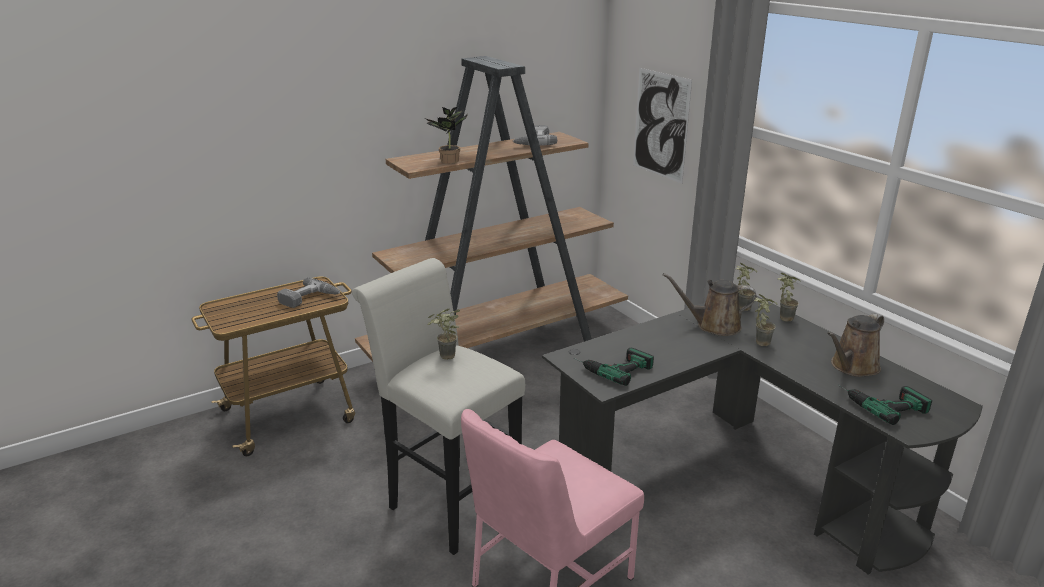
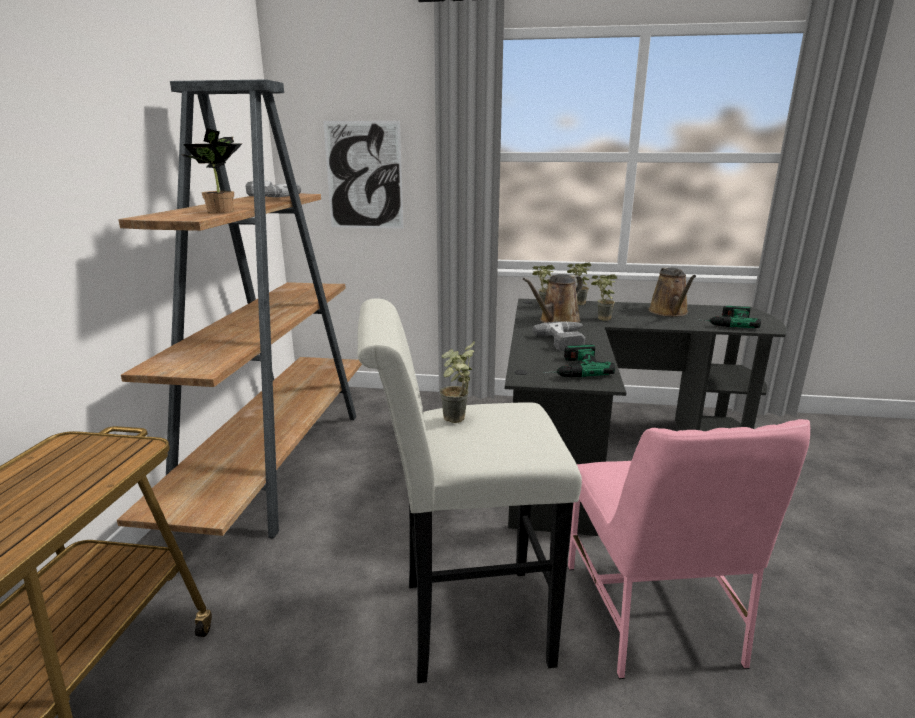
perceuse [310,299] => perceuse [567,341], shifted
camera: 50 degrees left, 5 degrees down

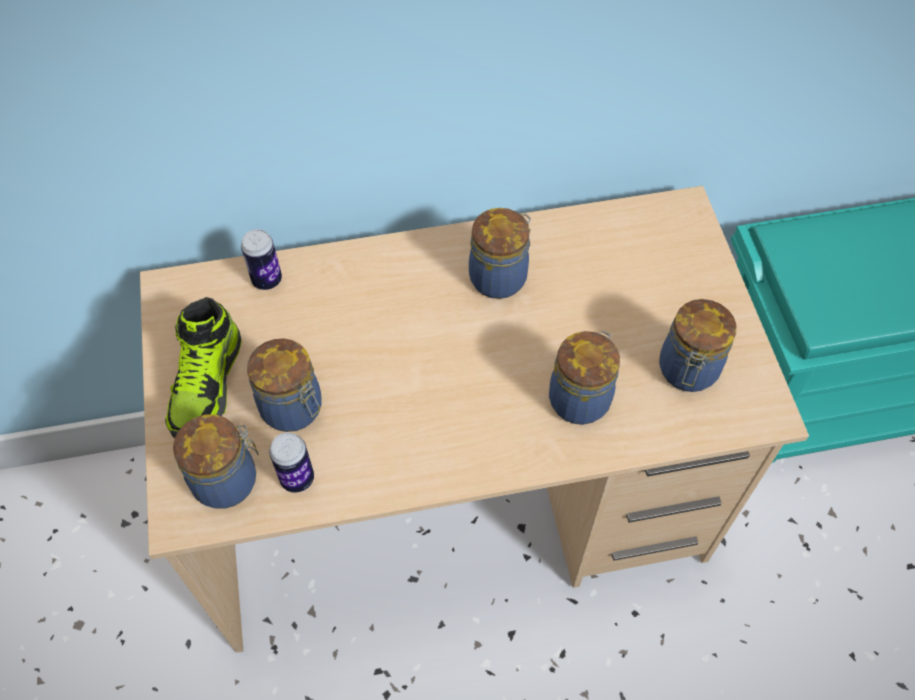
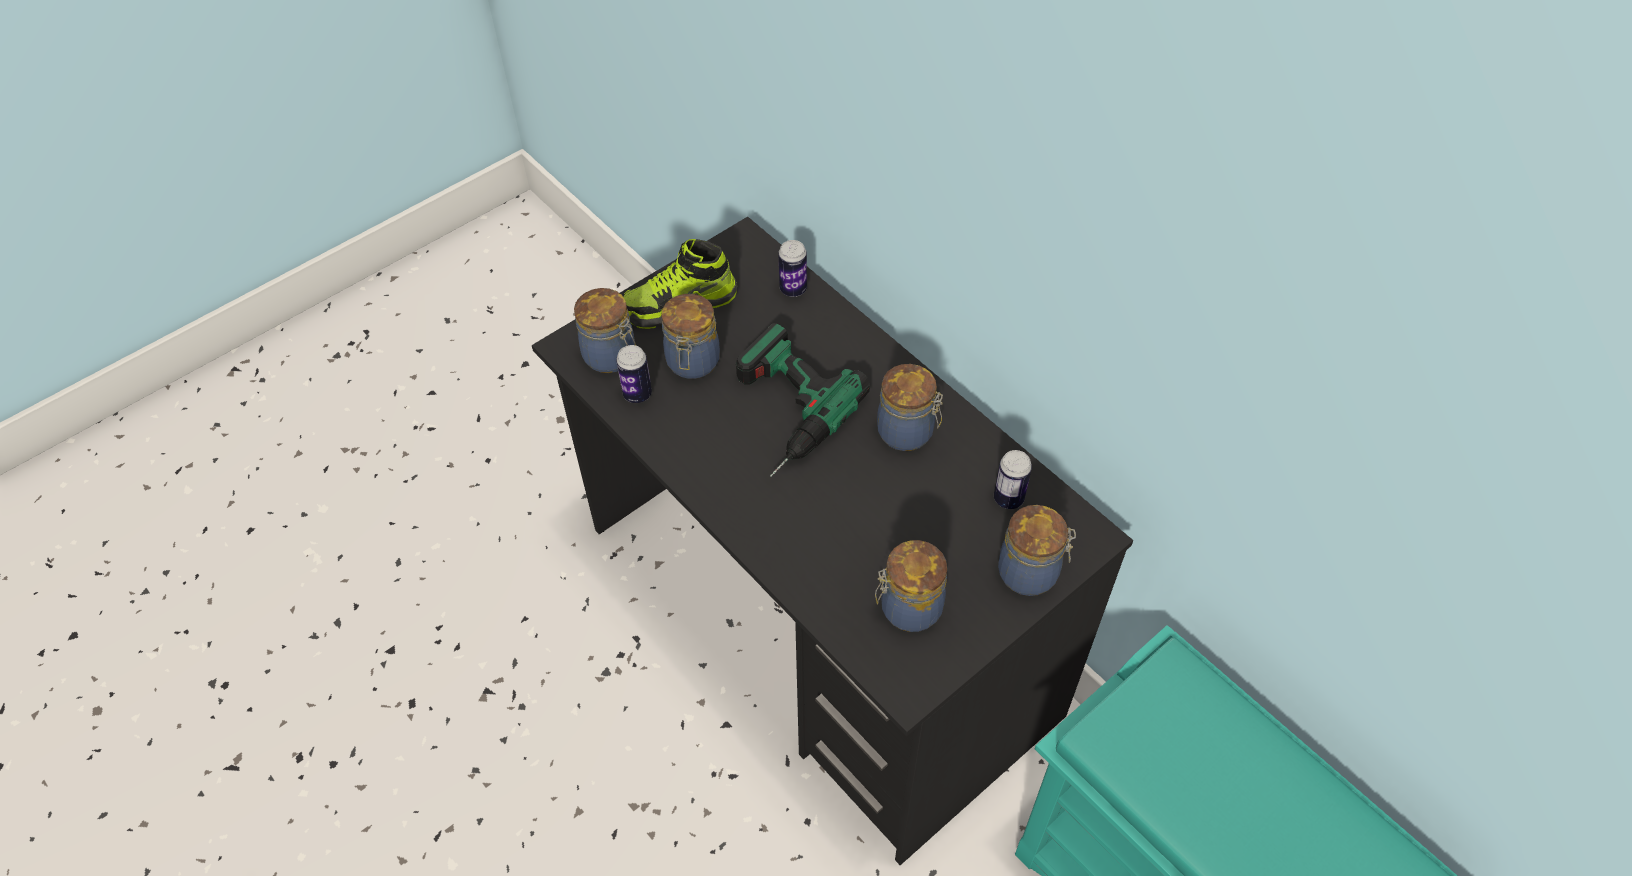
bureau (beige) [457,505] => bureau (noir) [819,621]
bocal [580,397] => bocal [1030,573], shifted
nothing => perceuse [780,412]
nothing => boîte métallique [1008,499]
camera: 60 degrees right, 5 degrees down

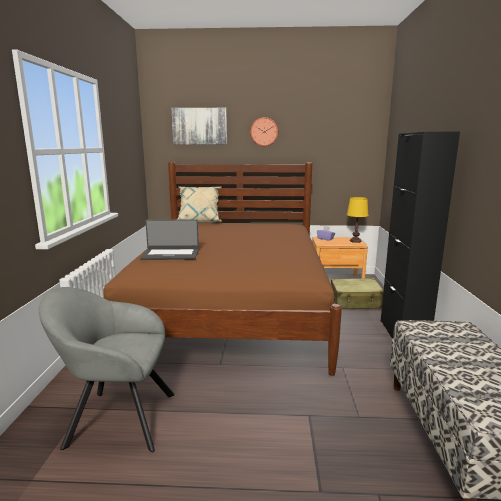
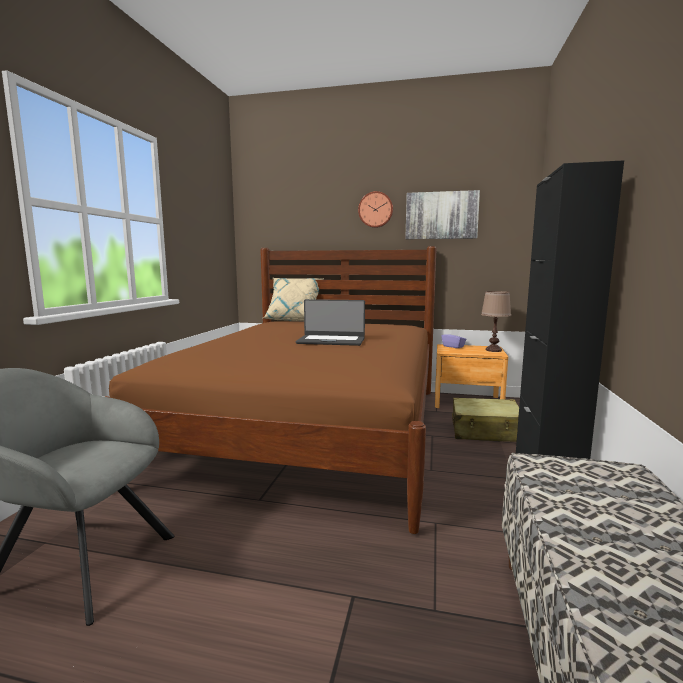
ordinateur portable [170,254] => ordinateur portable [331,341], shifted
tableau [200,126] => tableau [441,215], shifted
lampe de table (jaune) [355,241] => lampe de table (marron) [493,350]
camera: 10 degrees right, 5 degrees down

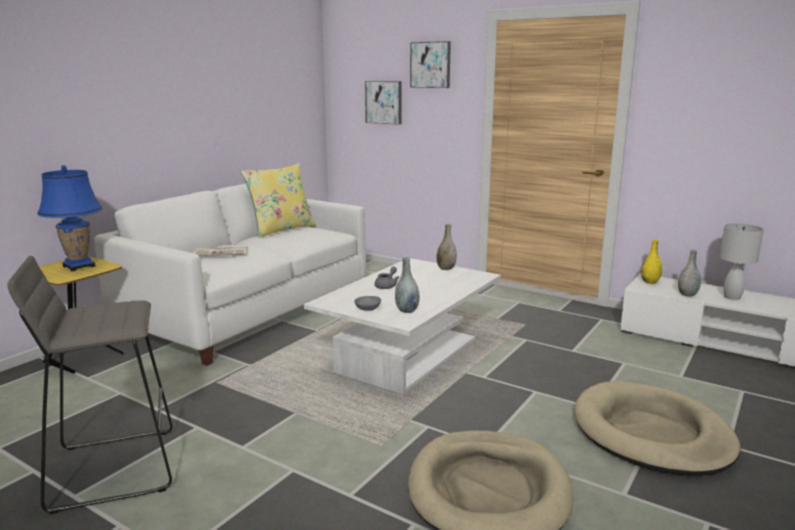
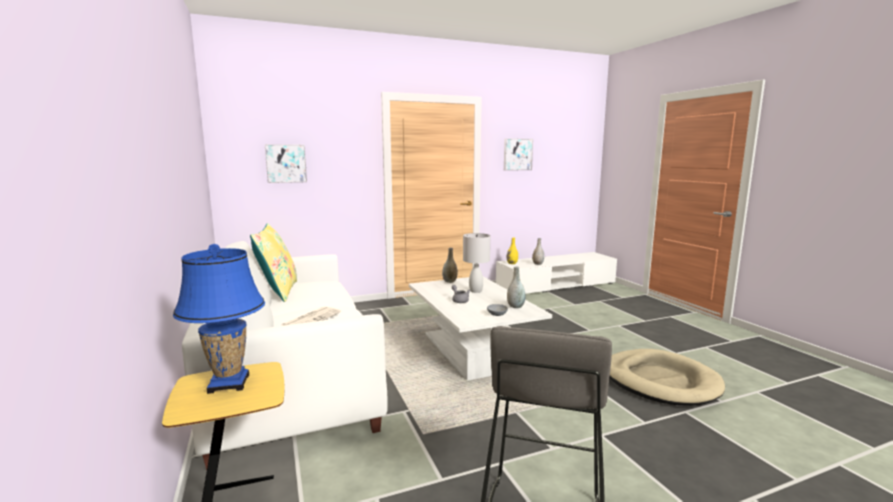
tableau [430,65] => tableau [517,154], shifted
panier pour chien (beige) [651,434] => nothing
lampe de table (blanc) [731,297] => lampe de table (blanc) [475,291], shifted
camera: 55 degrees left, 5 degrees down

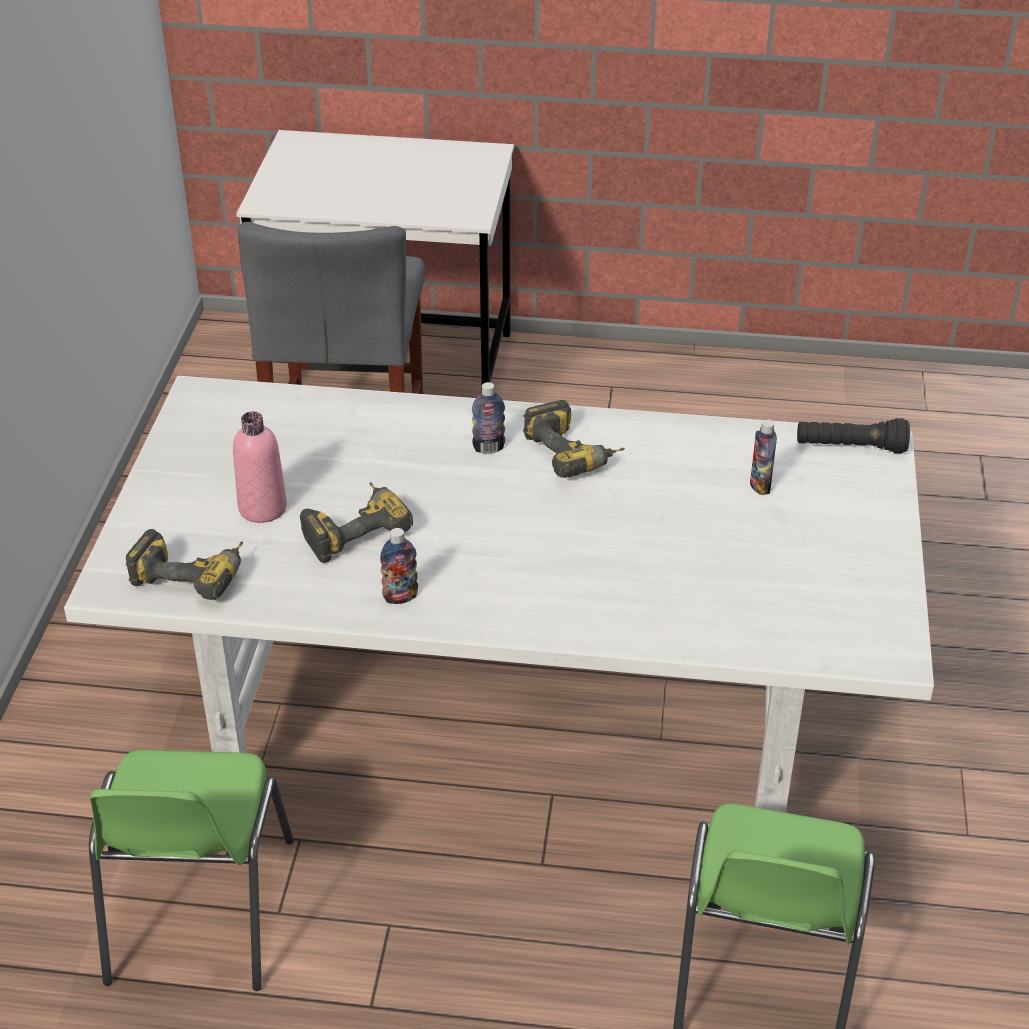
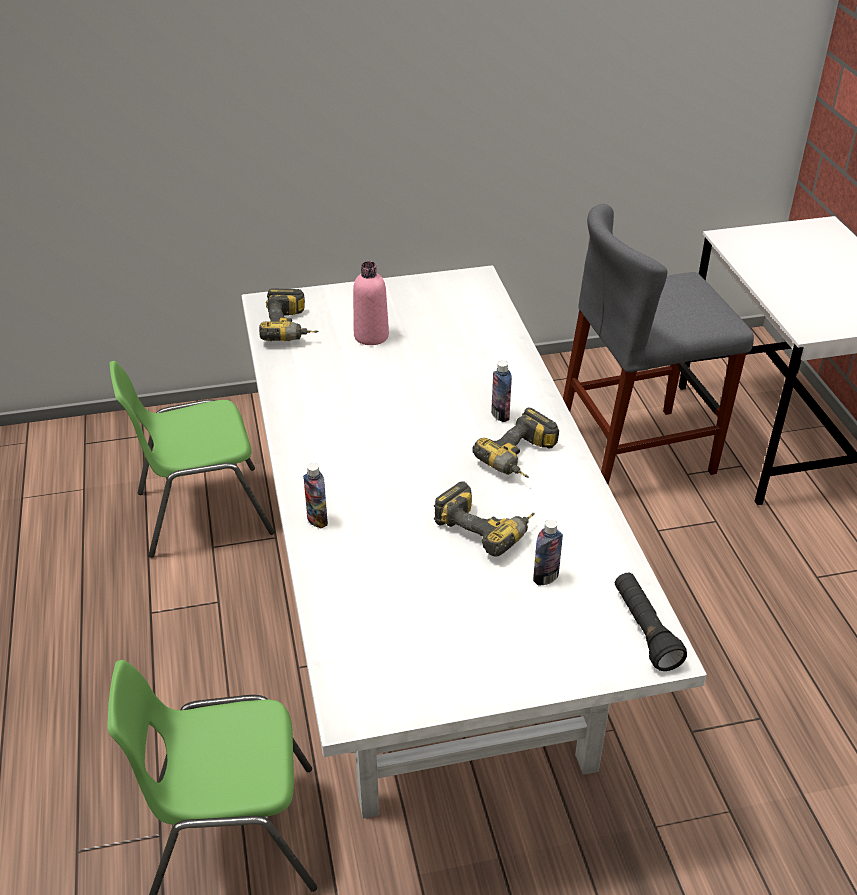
perceuse [354,529] => perceuse [486,527], shifted
bouteille [400,597] => bouteille [317,520], shifted
camera: 70 degrees right, 0 degrees up

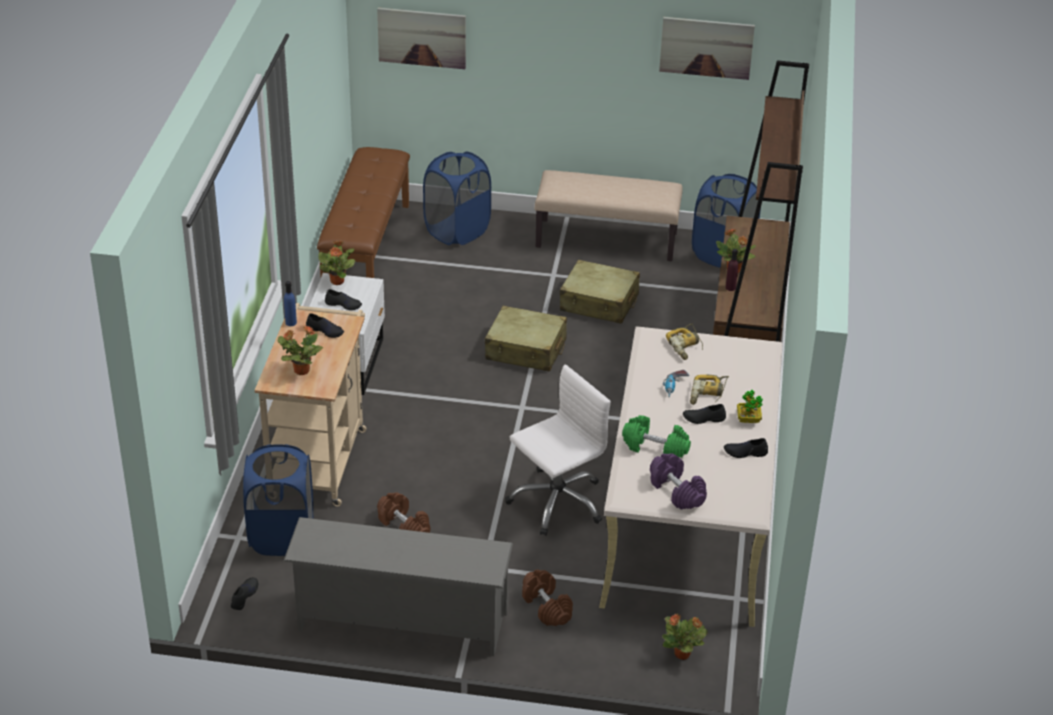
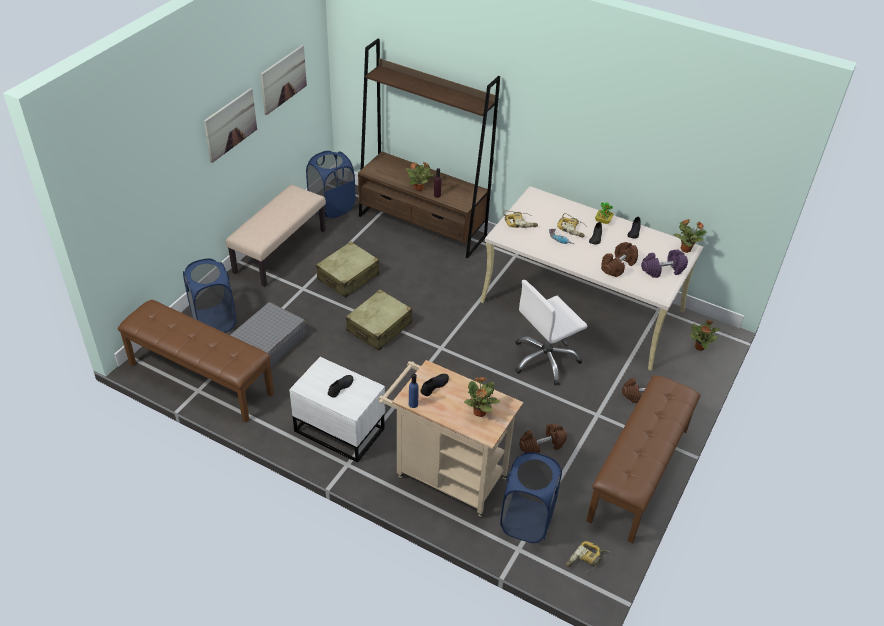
chaussure (noir) [244,596] => perceuse [586,561]
étagère à chaussures (gris) [400,623] => banc (marron) [639,474]
plante en pot [337,281] => plante en pot [685,249], shifted
tableau [422,37] => tableau [230,124], shifted
chaise de bureau (blanc) [556,501] => chaise de bureau (blanc) [545,360], 105 degrees counterclockwise
haltère (vert) [655,448] => haltère (marron) [618,266]
nothing => valise (gris) [268,343]
camera: 70 degrees left, 5 degrees up

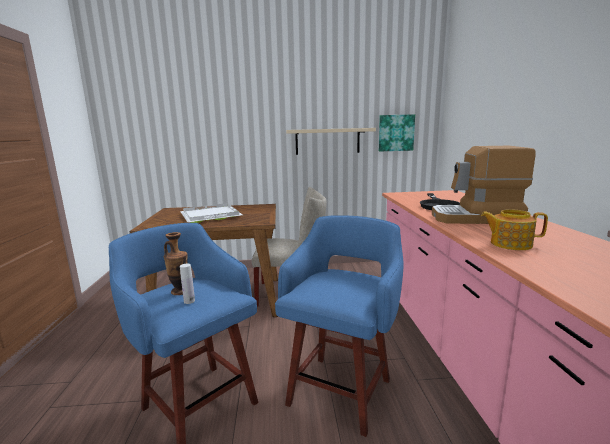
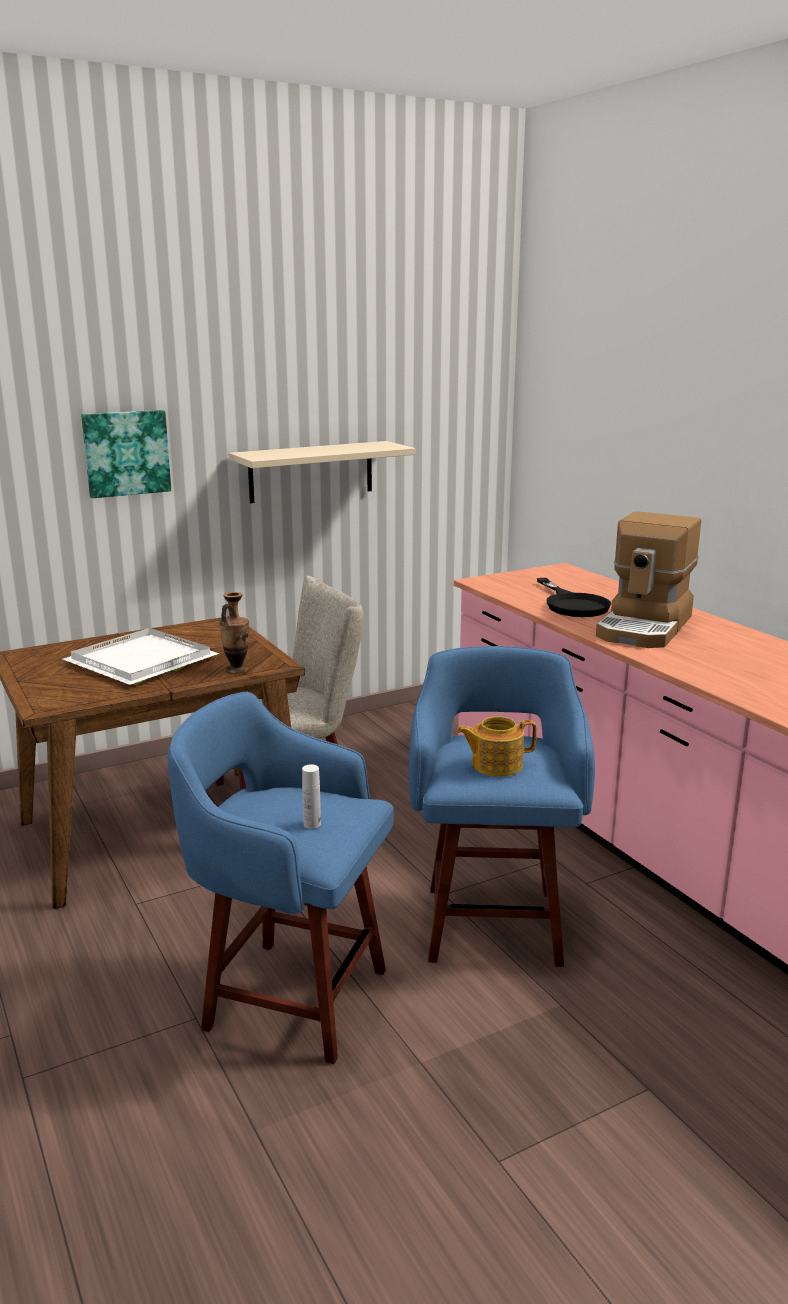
vase [180,291] => vase [236,670], shifted
tableau [395,133] => tableau [126,453], shifted
machine à café [476,218] => machine à café [645,627], 45 degrees counterclockwise
théière [509,244] => théière [495,765], shifted
camera: 25 degrees left, 5 degrees up

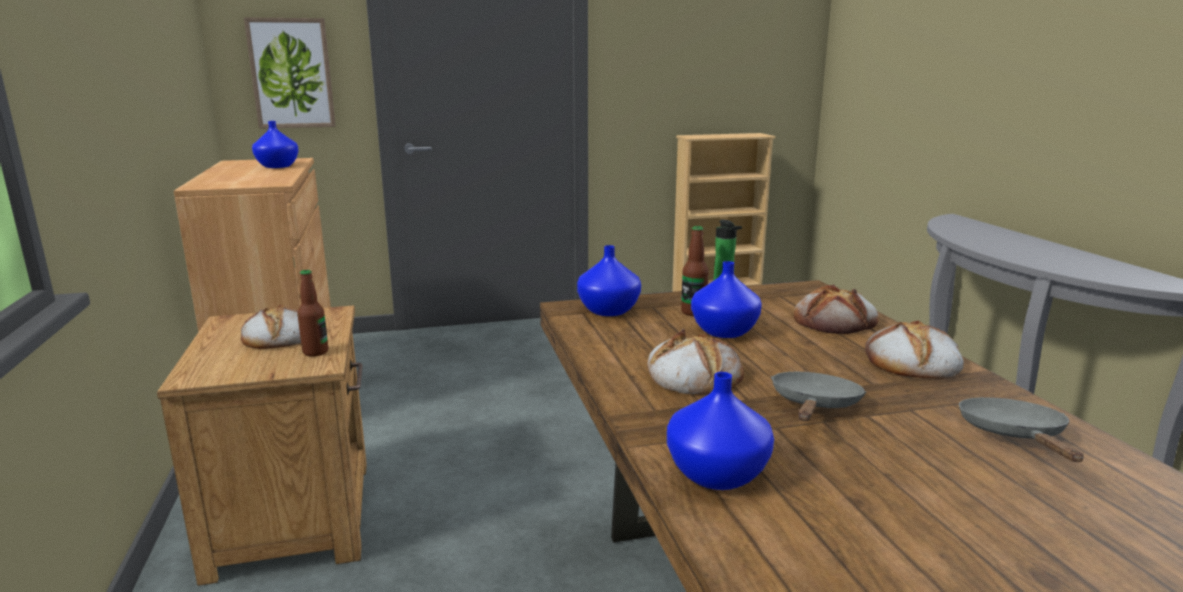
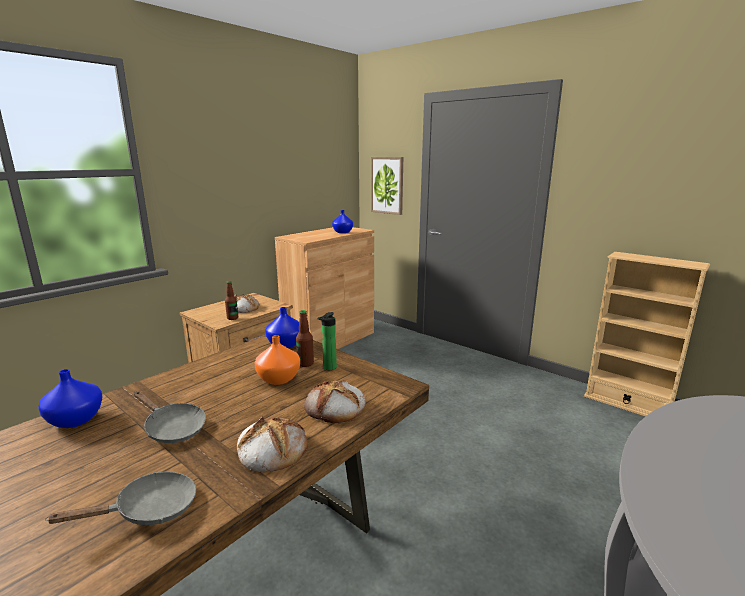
pain [692,374] => nothing
vase (bleu) [724,332] => vase (orange) [277,379]
poêle (gris) [814,406] => poêle (gris) [172,428], 45 degrees clockwise
camera: 55 degrees right, 0 degrees up

